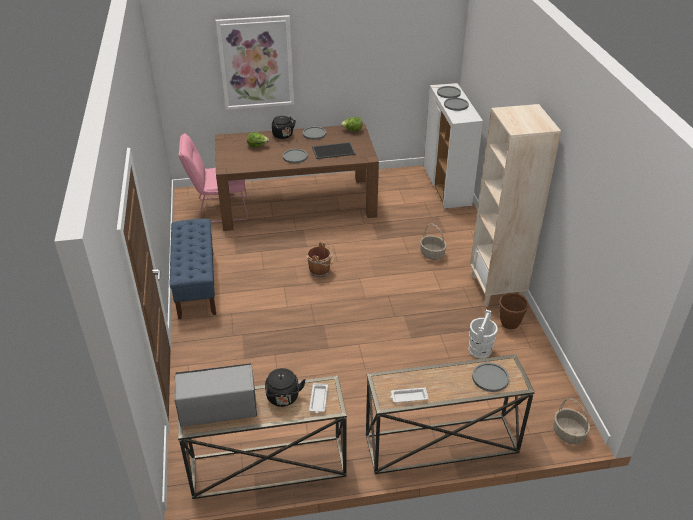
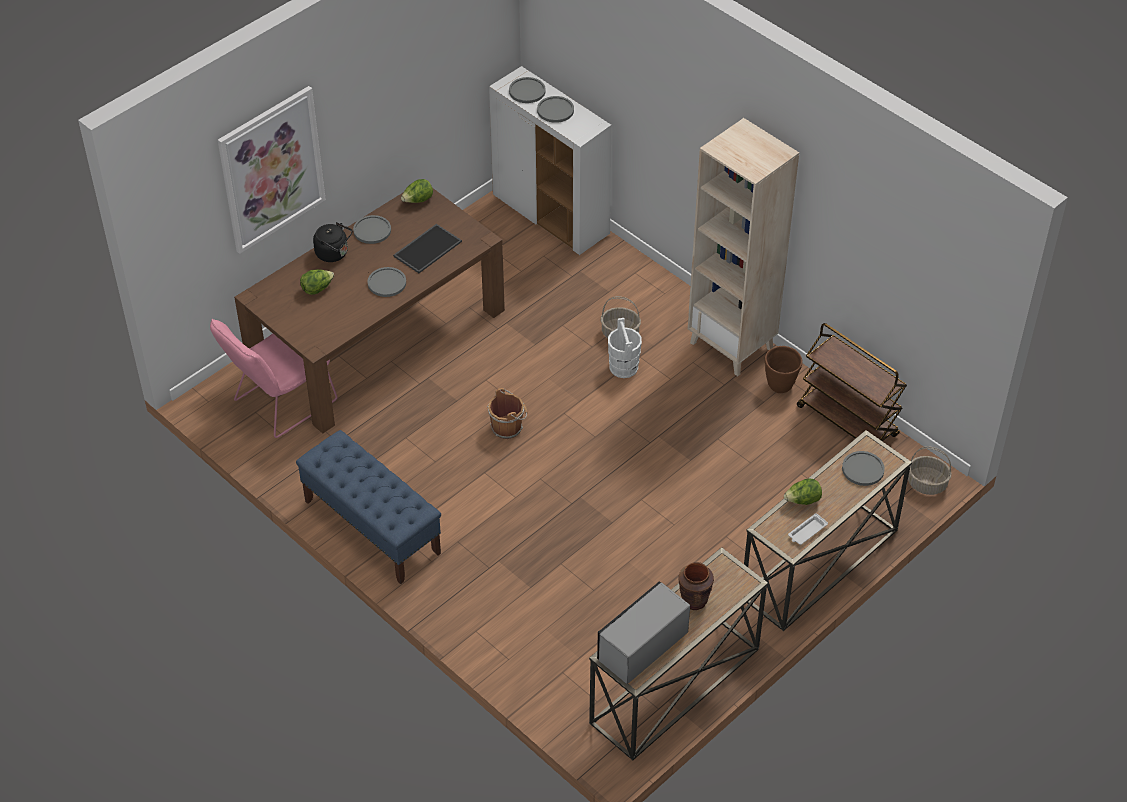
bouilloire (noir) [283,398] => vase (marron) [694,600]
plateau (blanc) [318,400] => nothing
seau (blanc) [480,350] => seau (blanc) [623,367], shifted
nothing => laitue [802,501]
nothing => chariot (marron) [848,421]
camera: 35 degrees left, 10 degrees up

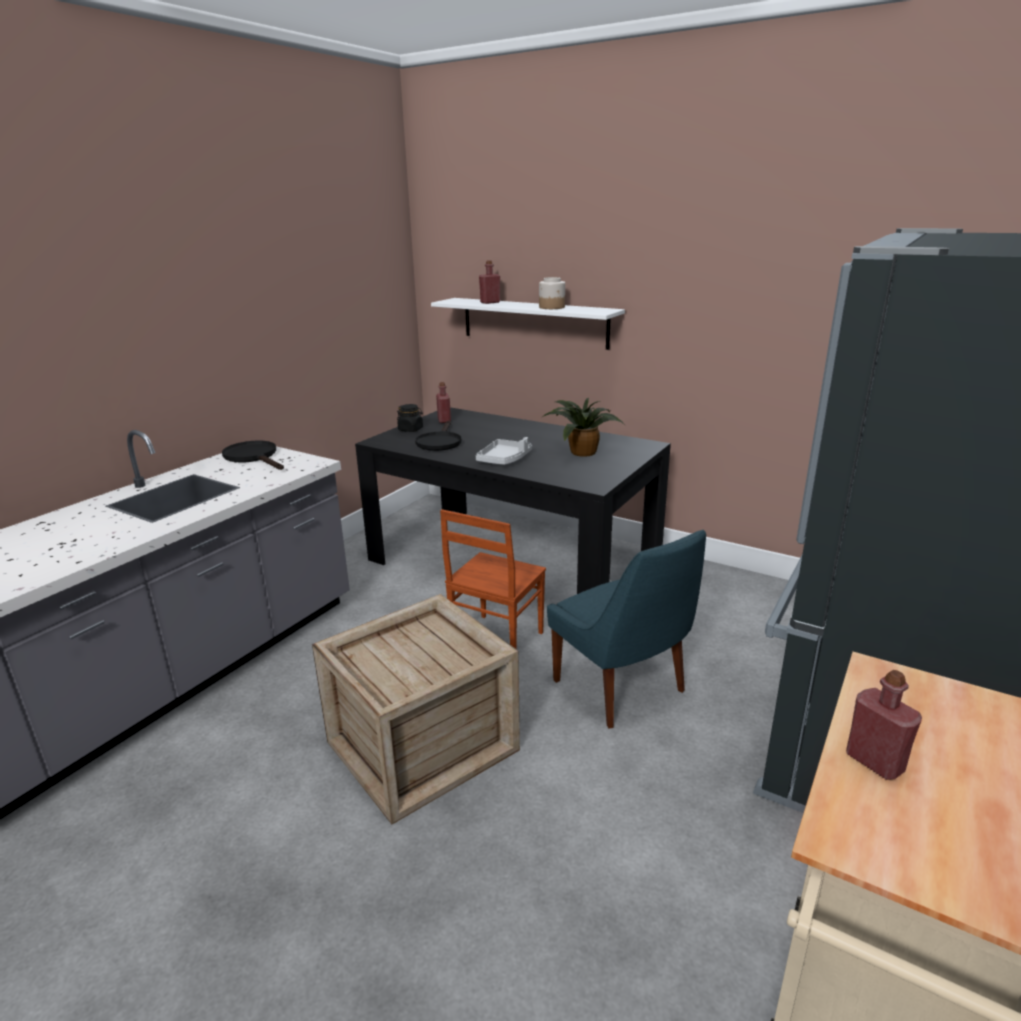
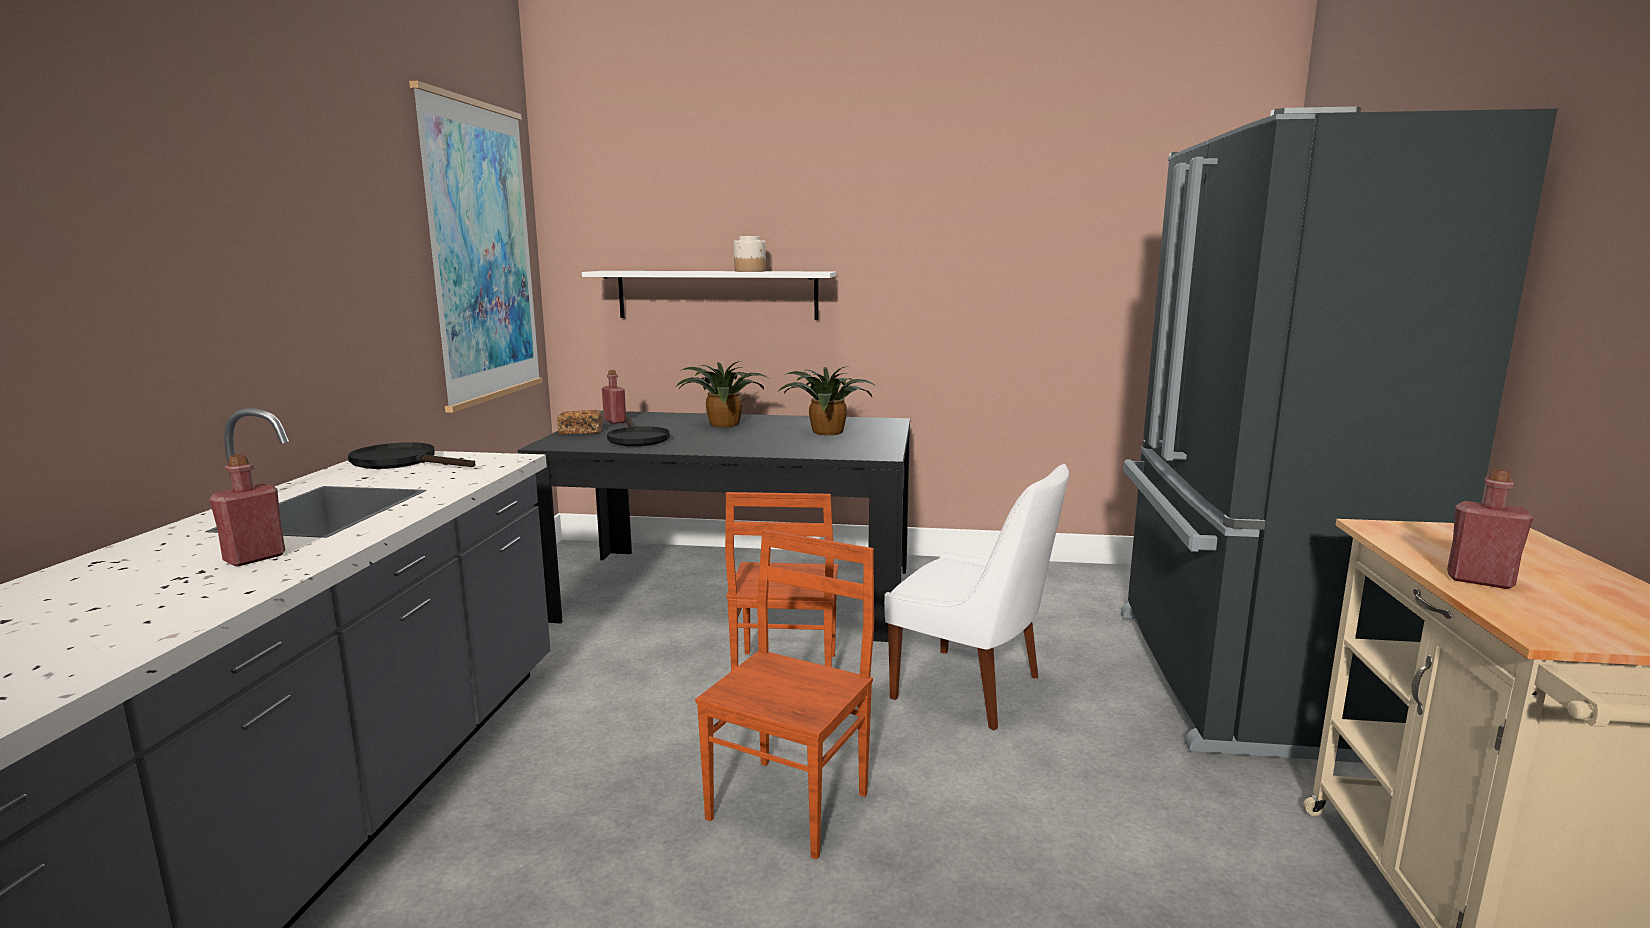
caisse [425,745] => chaise (marron) [791,805]
bocal (noir) [411,429] => pain [580,432]
plateau (gris) [504,459] => nothing
bouteille (rouge) [490,302] => bouteille (rouge) [255,558], shifted
chaise (bleu) [622,688] => chaise (blanc) [972,689]
nothing => tableau [482,253]
nothing => plante en pot [722,424]
camera: 25 degrees left, 10 degrees down

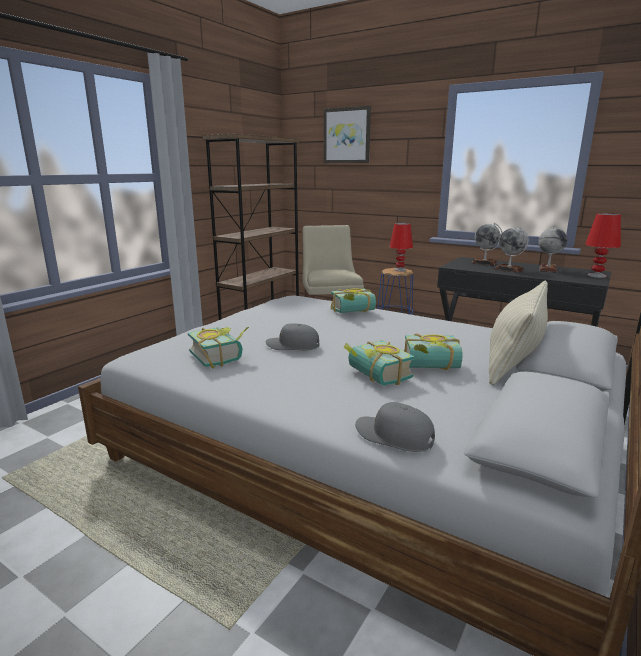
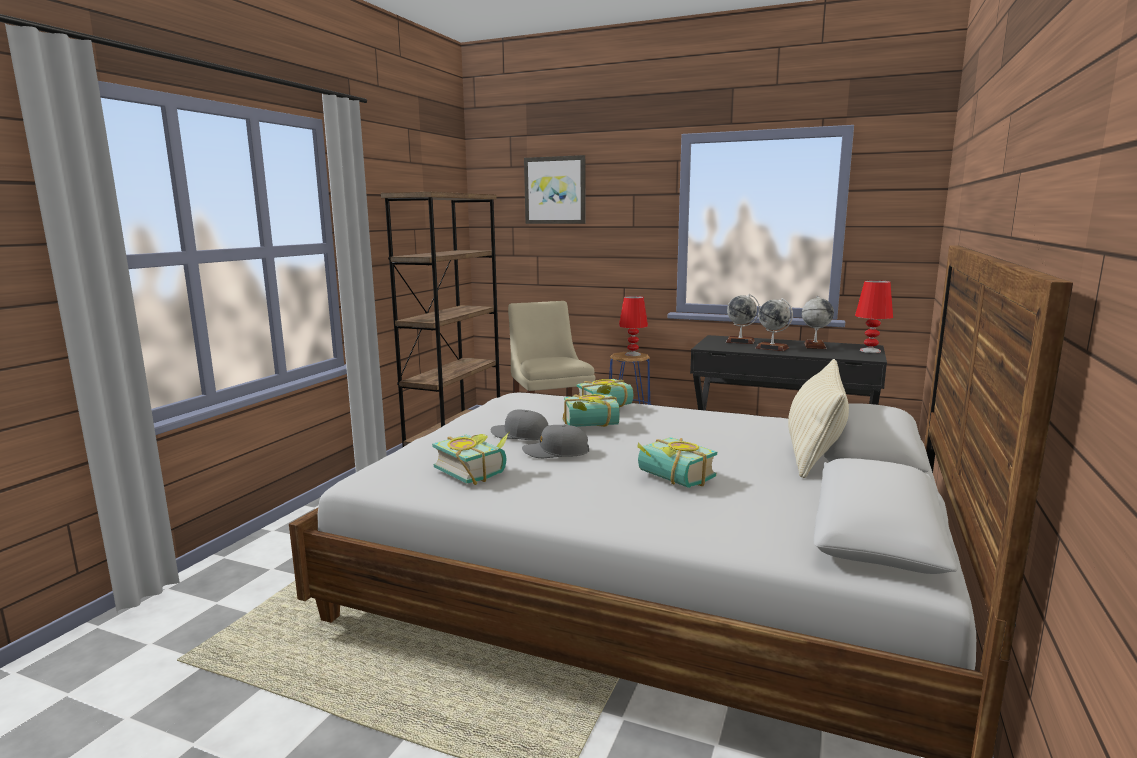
casquette (gris) [394,436] => casquette (gris) [520,435], shifted
livre [432,367] => livre [592,426], shifted
camera: 10 degrees left, 5 degrees down

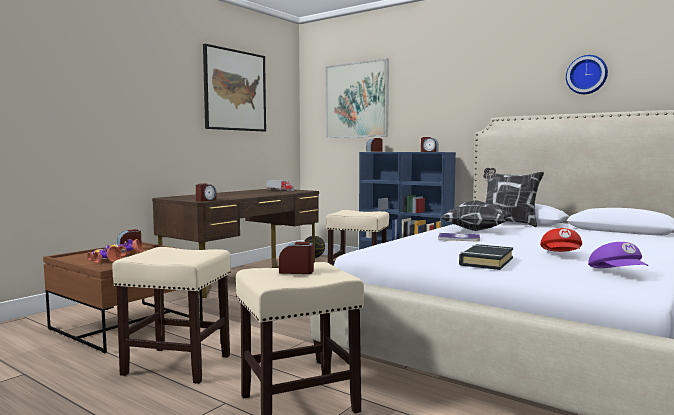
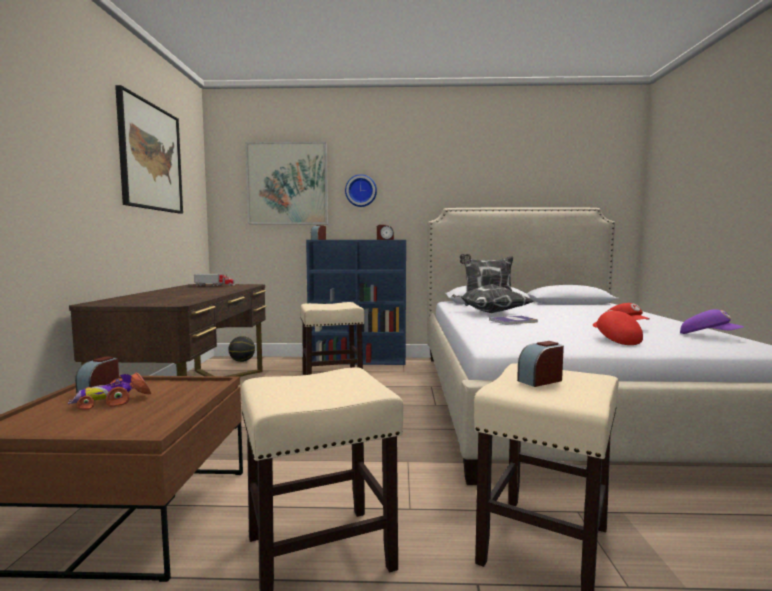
petite voiture [105,261] => nothing
réveil [206,200] => nothing
livre (noir) [486,262] => casquette (rouge) [615,340]
horloge murale [587,75] => horloge murale [361,191], shifted
camera: 35 degrees left, 0 degrees up

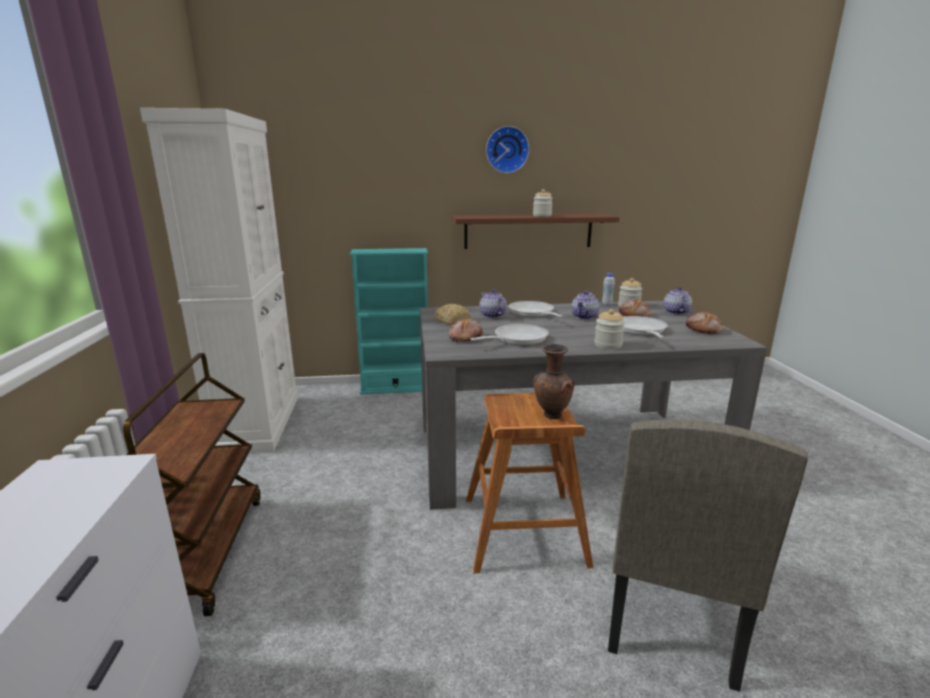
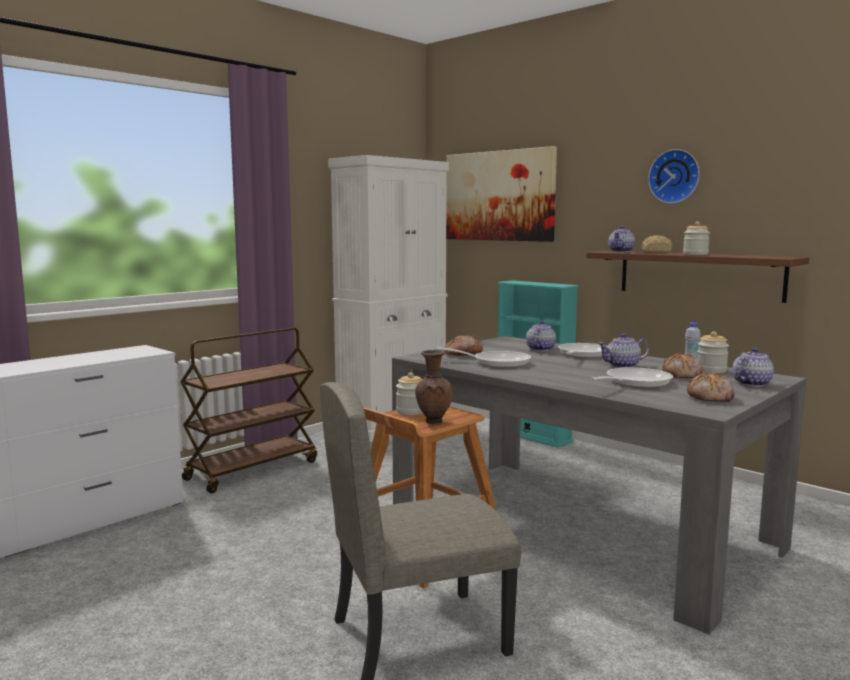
pain [452,321] => pain [656,253], shifted
bocal [608,345] => bocal [410,411], shifted
nothing => tableau [499,196]
nothing => théière [621,251]
camera: 50 degrees right, 10 degrees down

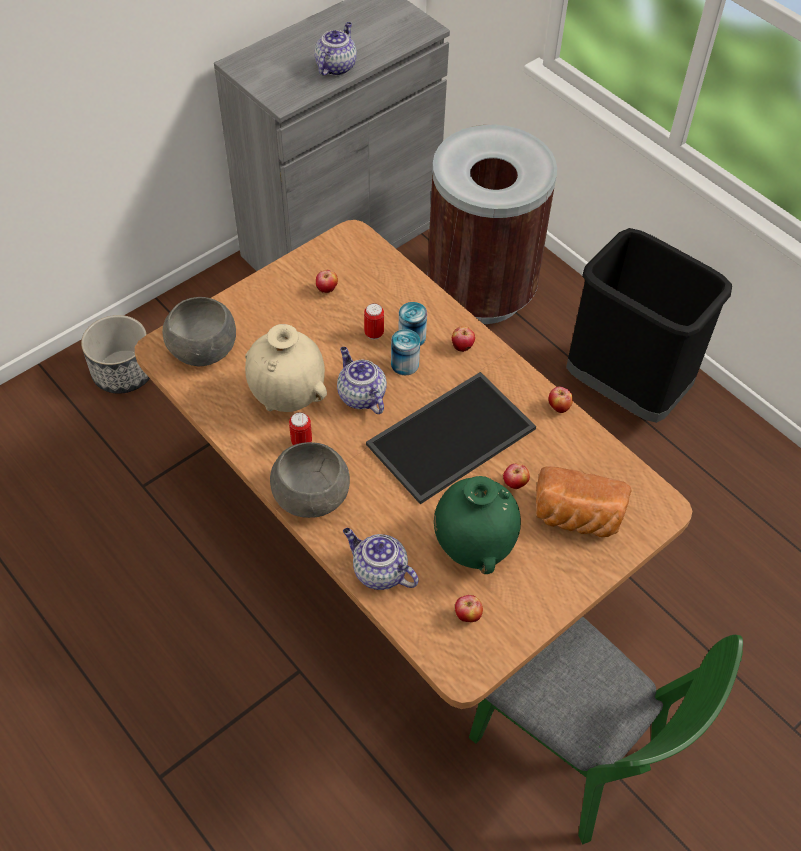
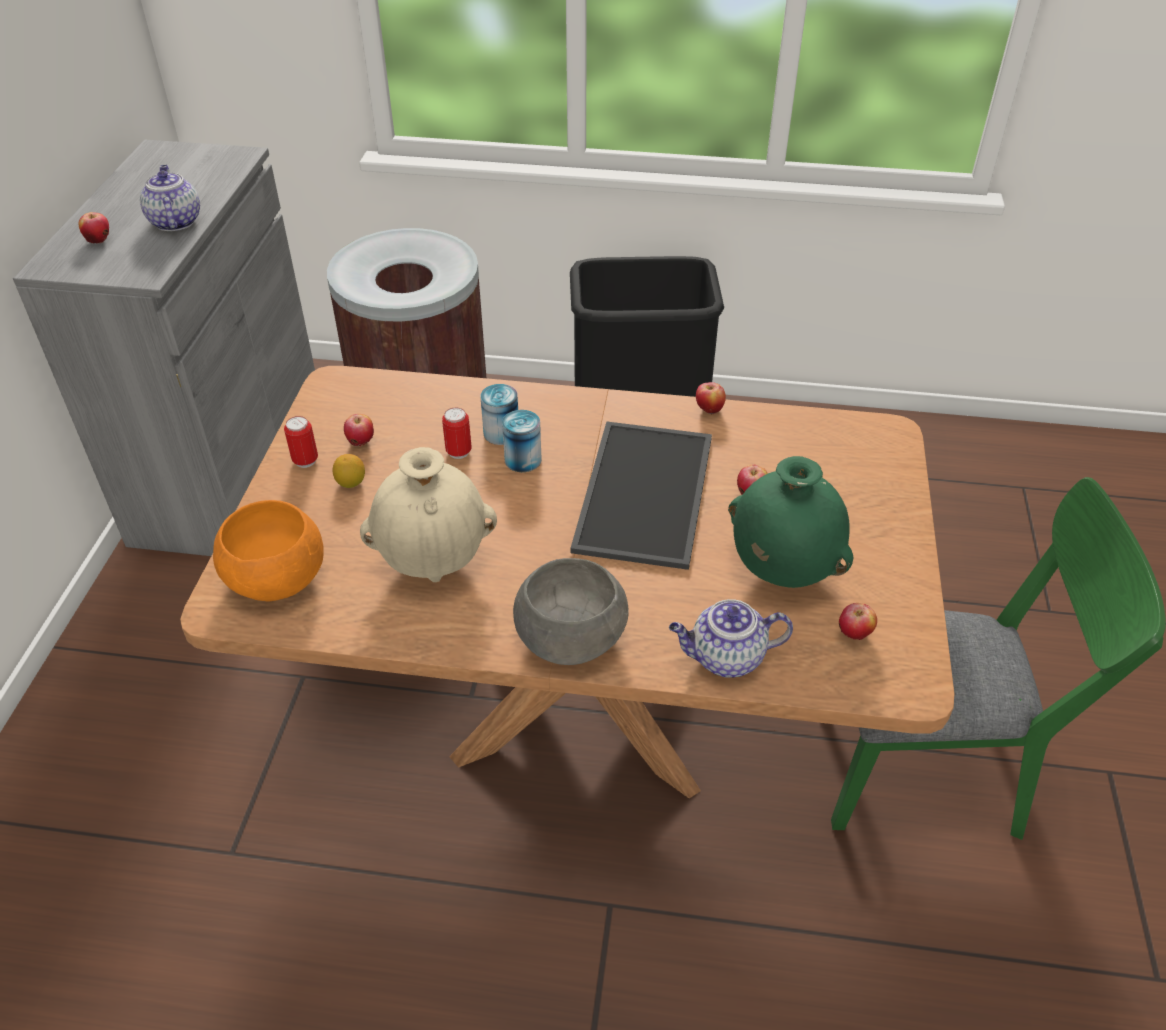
cache-pot [123,371] => nothing
bol (gris) [203,349] => bol (orange) [277,577]
boîte métallique [301,442] => boîte métallique [305,461], shifted
théière [360,395] => nothing
pomme [462,347] => pomme [99,241], shifted
pain [576,518] => nothing
nothing => citron [351,483]
camera: 40 degrees left, 10 degrees down

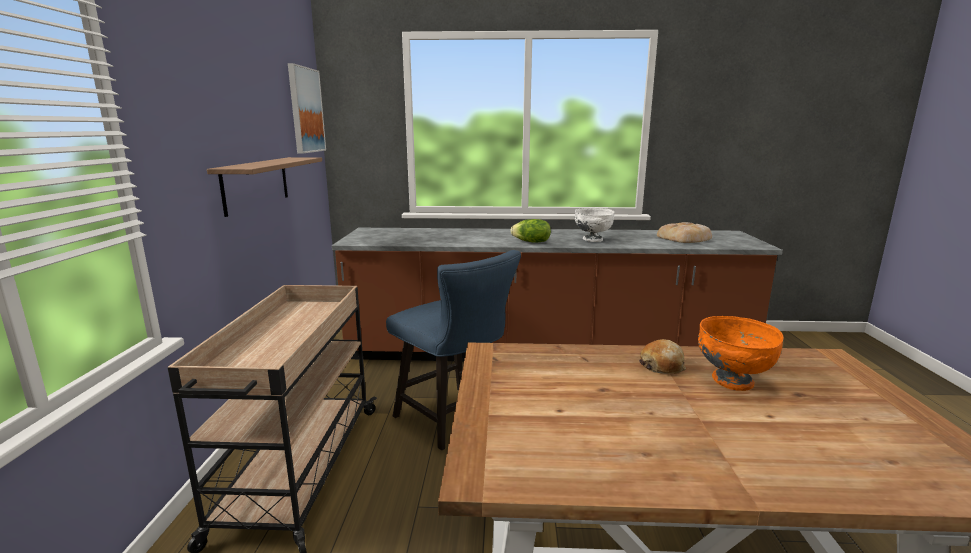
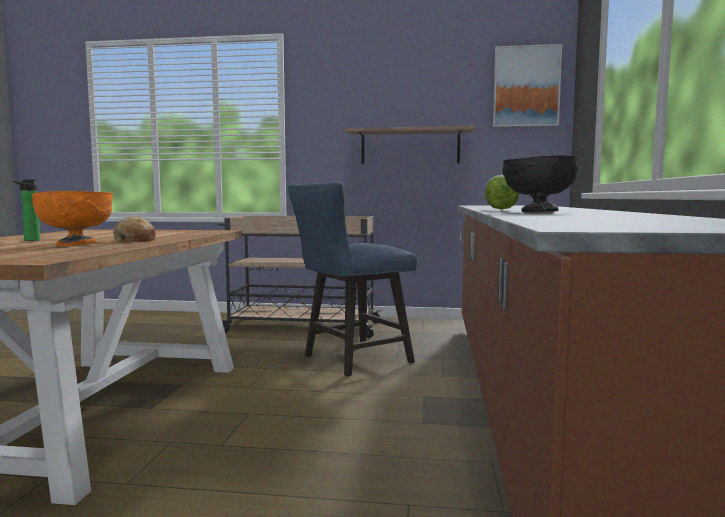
bol (blanc) [592,240] => bol (noir) [538,212]
pain [685,238] => nothing
nothing => bouteille [30,240]
camera: 95 degrees right, 10 degrees down

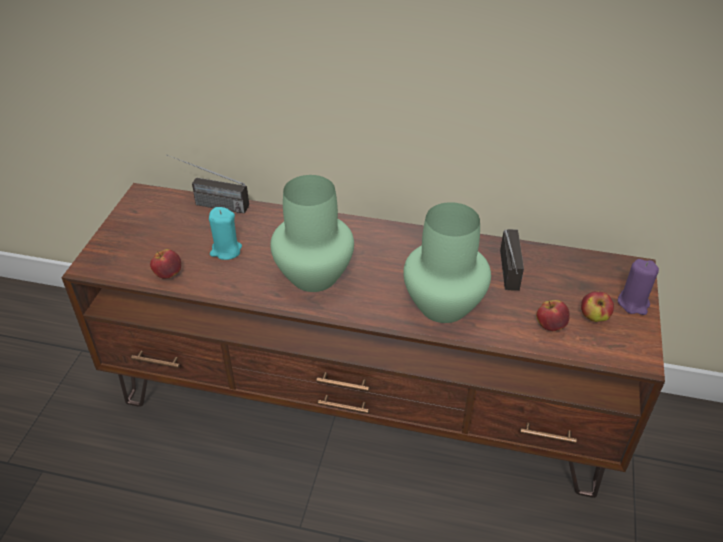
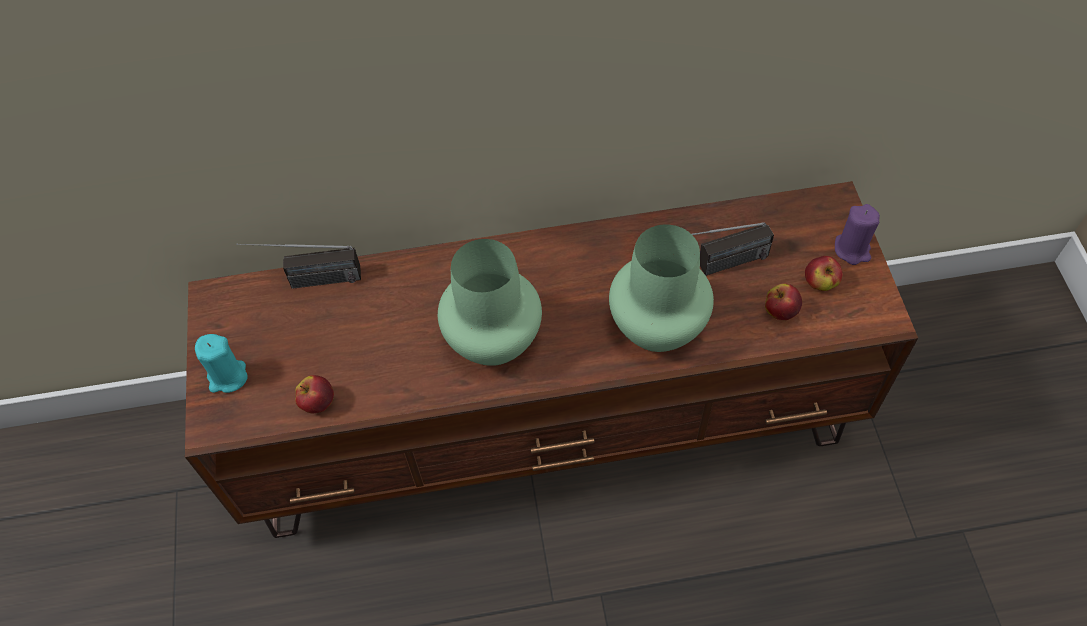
bougie (turquoise) [226,250] => bougie (turquoise) [227,377], shifted
radio [512,281] => radio [716,266], 90 degrees clockwise
camera: 20 degrees left, 15 degrees up

